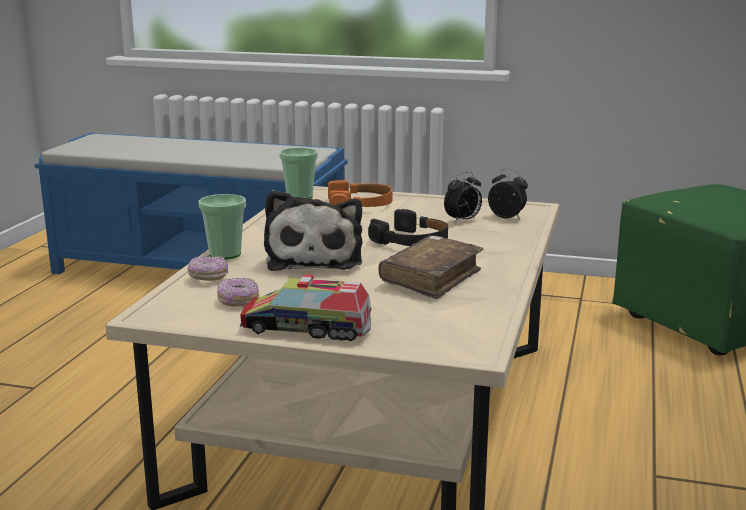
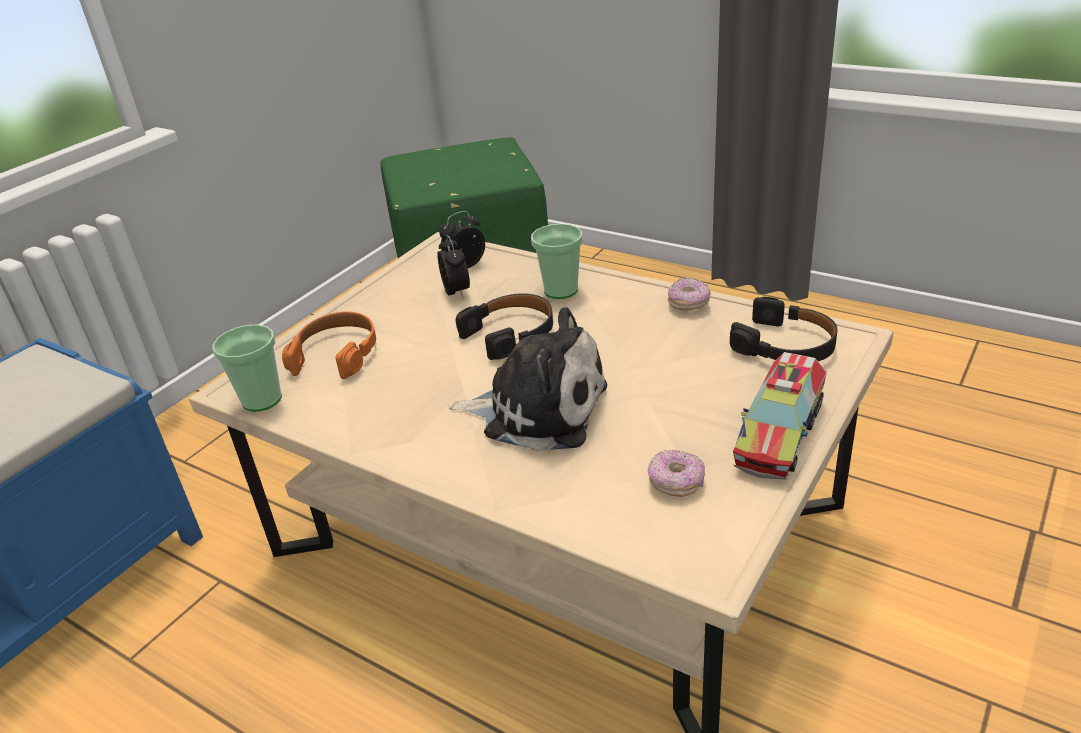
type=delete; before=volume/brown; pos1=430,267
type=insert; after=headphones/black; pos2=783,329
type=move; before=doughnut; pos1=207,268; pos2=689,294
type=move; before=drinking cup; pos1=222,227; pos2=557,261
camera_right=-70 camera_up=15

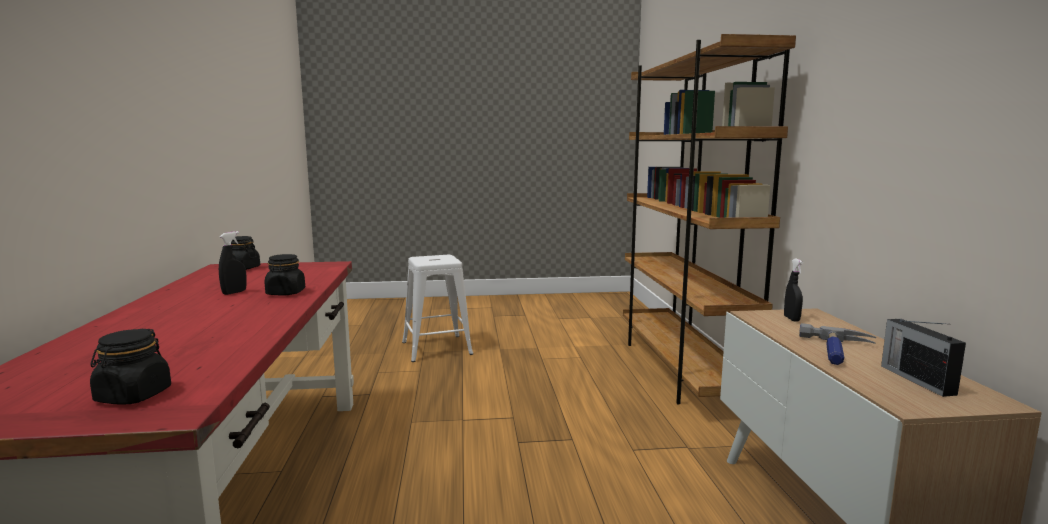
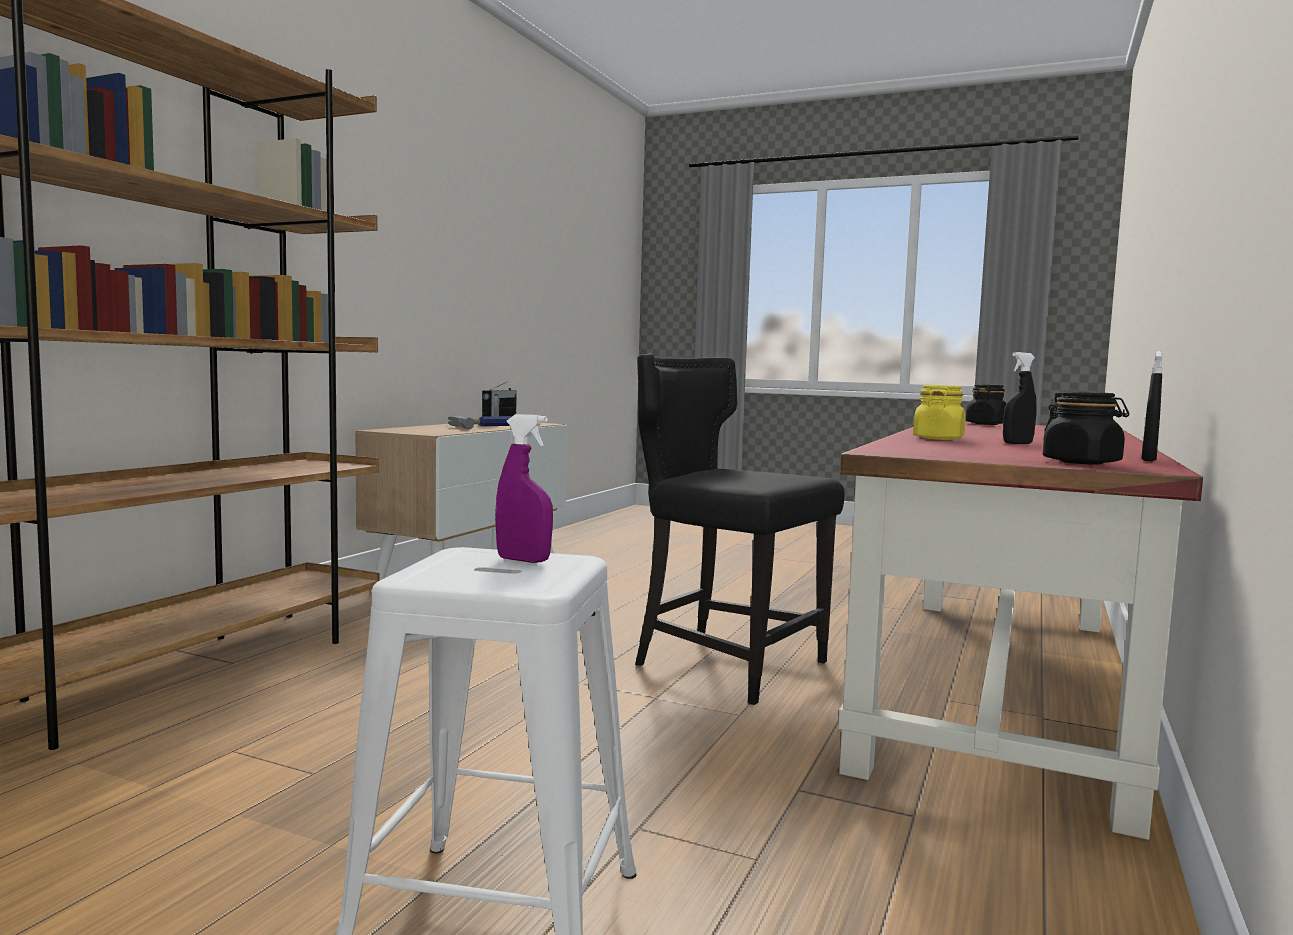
type=insert; after=spray bottle/purple-coloured; pos2=524,488
type=insert; after=upright chair/black; pos2=740,529
type=move; before=spray bottle/black; pos1=793,289; pos2=1152,406
type=recolor; before=jar/black; after=jar/yellow; pos1=285,275; pos2=939,412
camera_right=-150 camera_up=-5

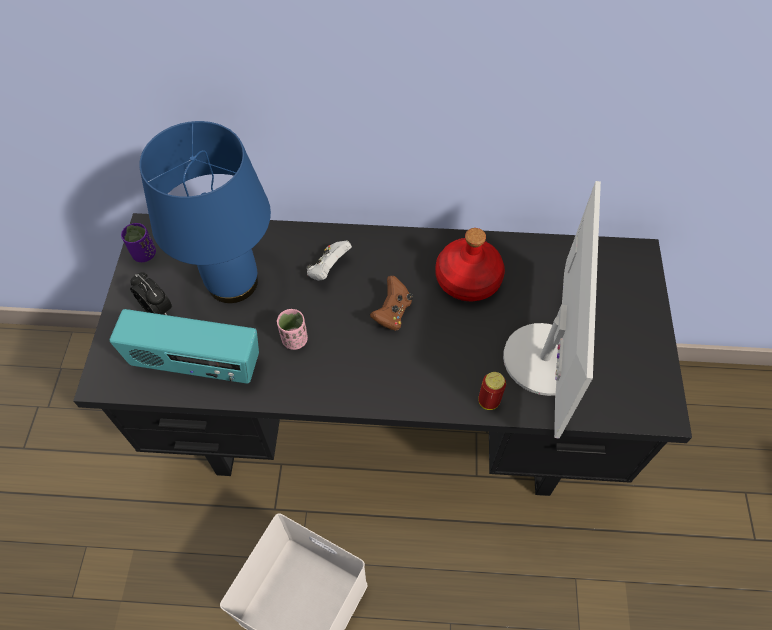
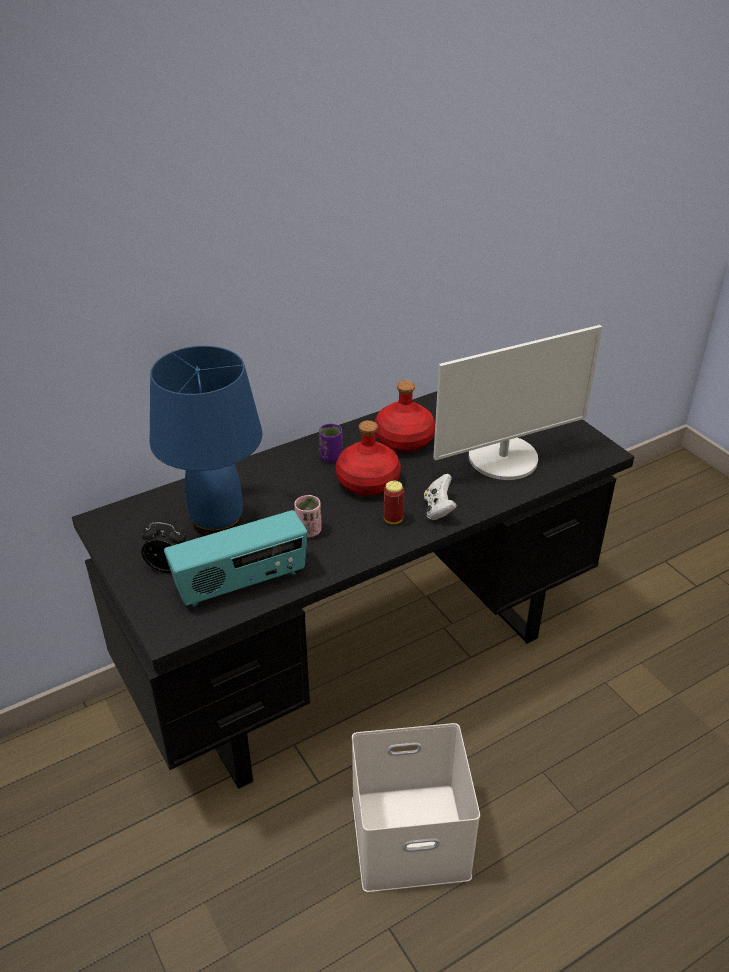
type=move; before=drinking cup/purple-coloured; pos1=138,242; pos2=331,443
type=move; before=joypad/whitish; pos1=329,261; pos2=440,497
type=move; before=can; pos1=492,391; pos2=394,502
type=replace; before=joypad/brown; after=bottle/reddish; pos1=391,303; pos2=368,458
type=rotate; before=monitor; pos1=552,310; pos2=517,402; turn=90
camera_right=-35 camera_up=-20

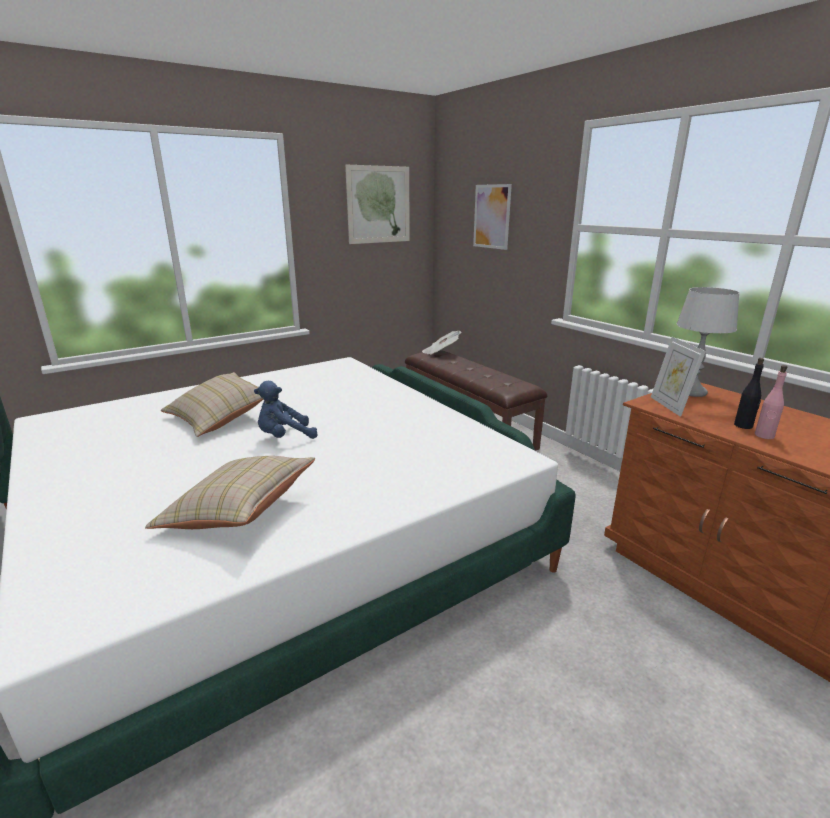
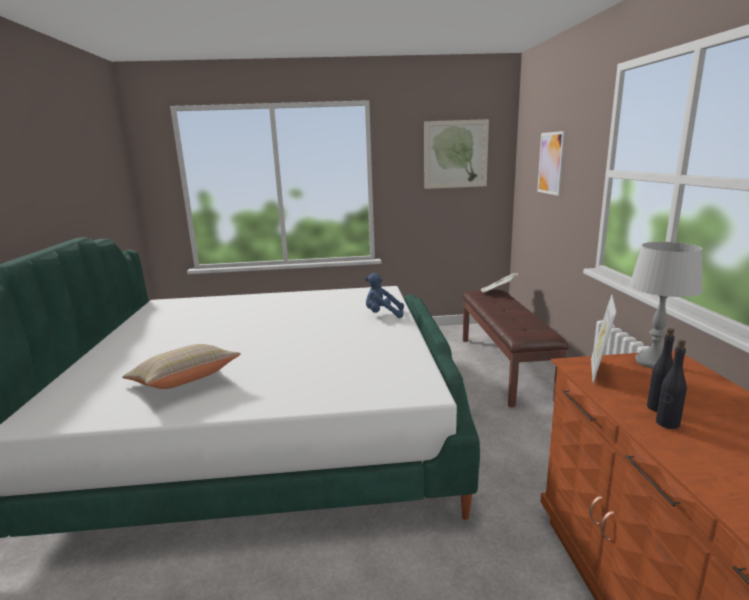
type=delete; before=pillow/beige; pos1=212,404
type=move; before=soft toy/bluish; pos1=286,410; pos2=384,295
type=recolor; before=bottle/pink; after=bottle/black; pos1=771,402; pos2=671,384
camera_right=30 camera_up=-5

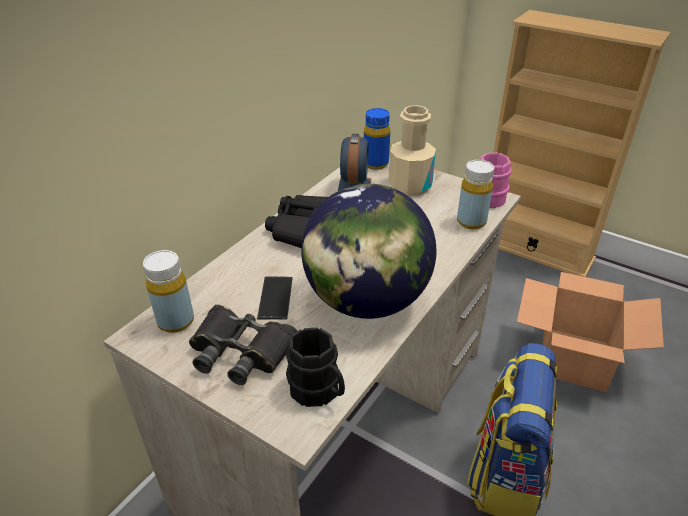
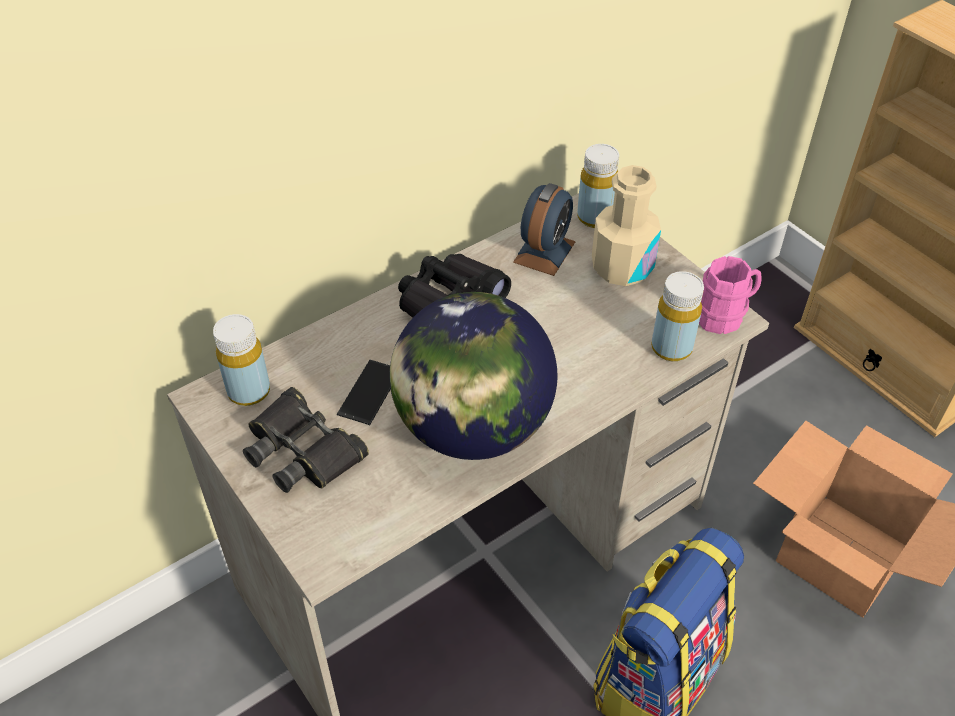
type=delete; before=tea mug/black; pos1=315,367
type=recolor; before=bottle/bluish; after=bottle/yellow; pos1=377,139; pos2=598,186
camera_right=20 camera_up=10

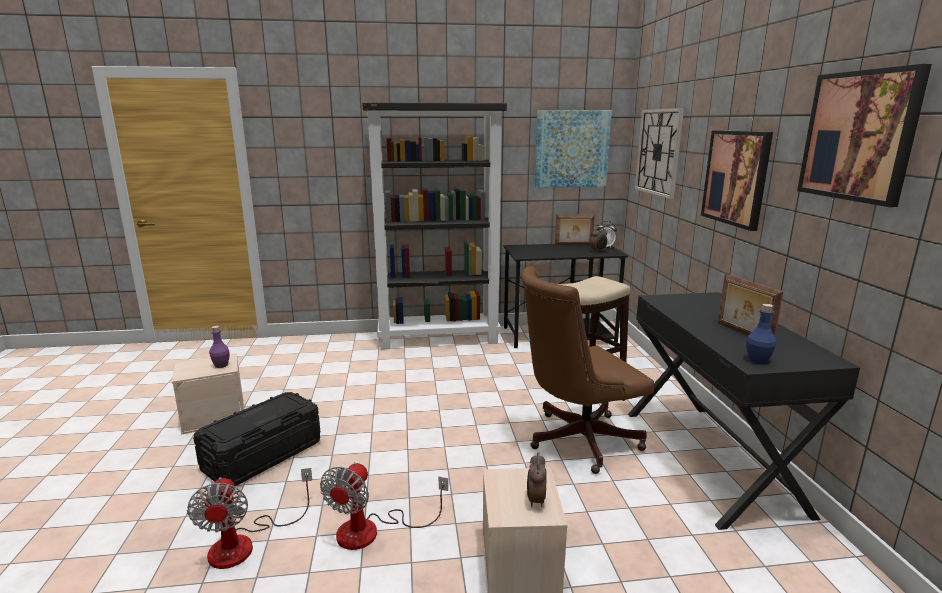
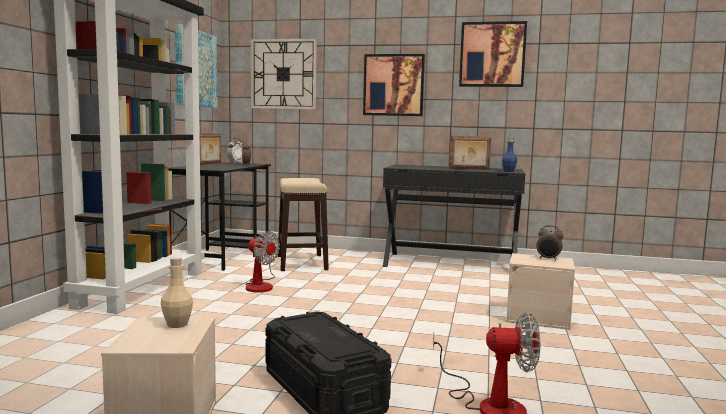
type=delete; before=office chair/brown; pos1=587,370
type=move; before=cooling fan; pos1=384,506; pos2=263,262
type=recolor; before=bottle/purple-coloured; after=bottle/beige; pos1=219,347; pos2=177,292
camera_right=-70 camera_up=-10

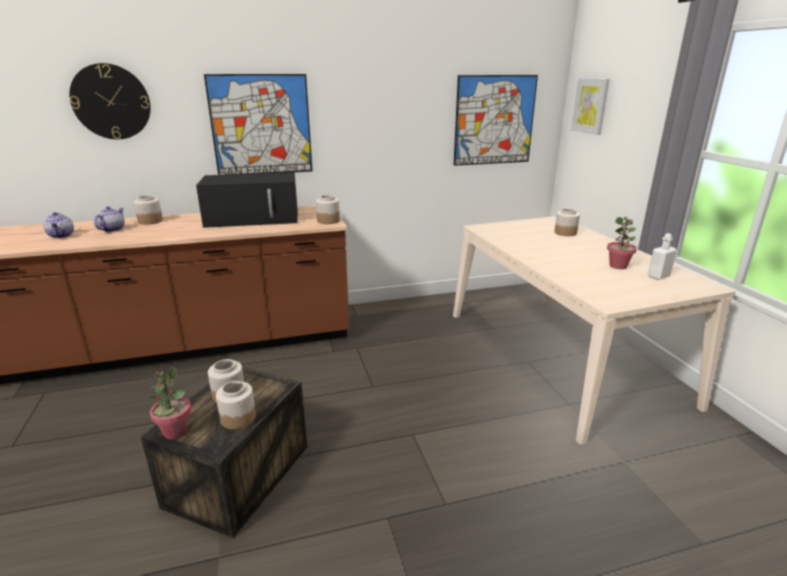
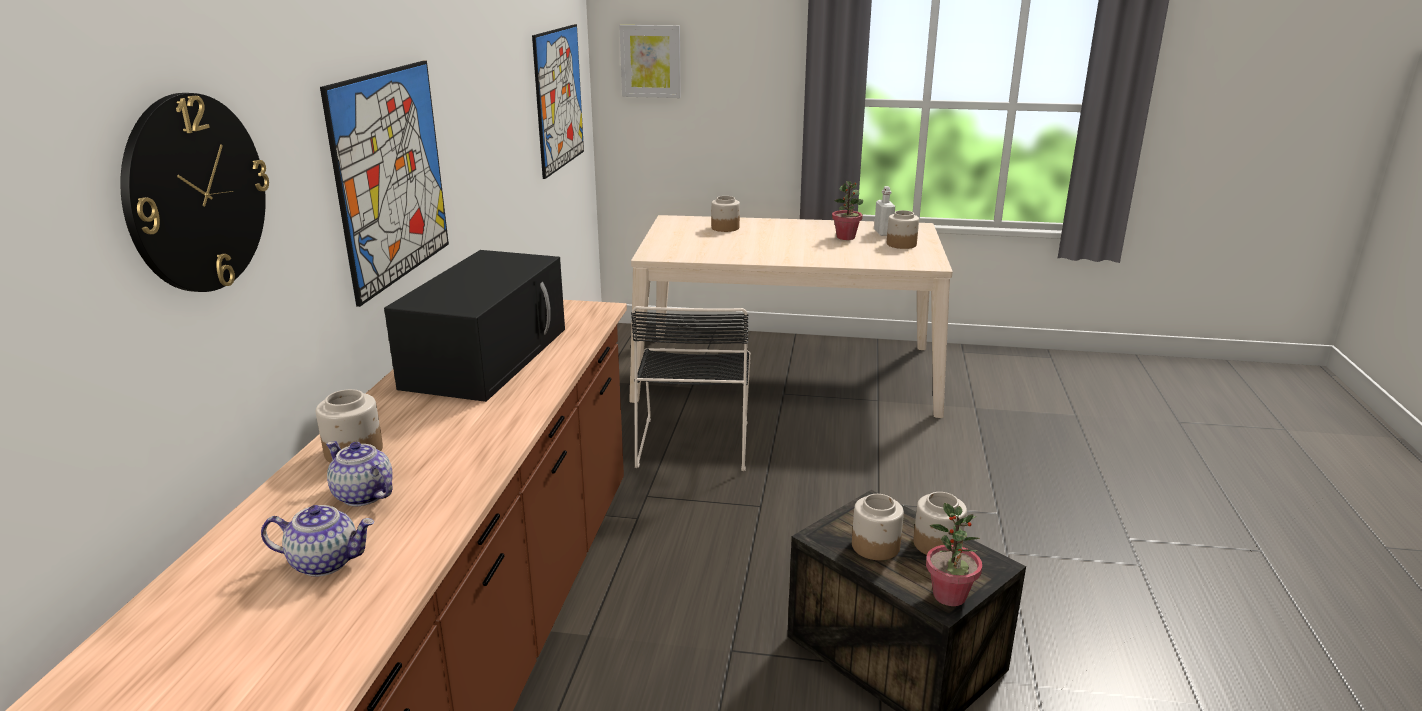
type=insert; after=upright chair/black; pos2=691,388
type=move; before=jar; pos1=328,209; pos2=903,229
camera_right=-65 camera_up=0

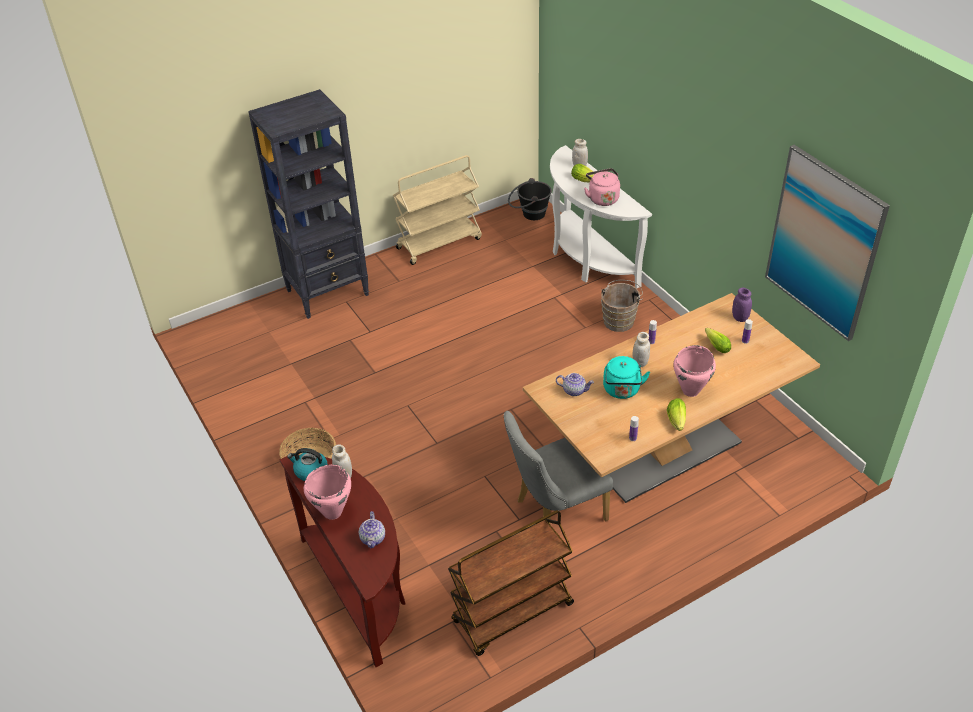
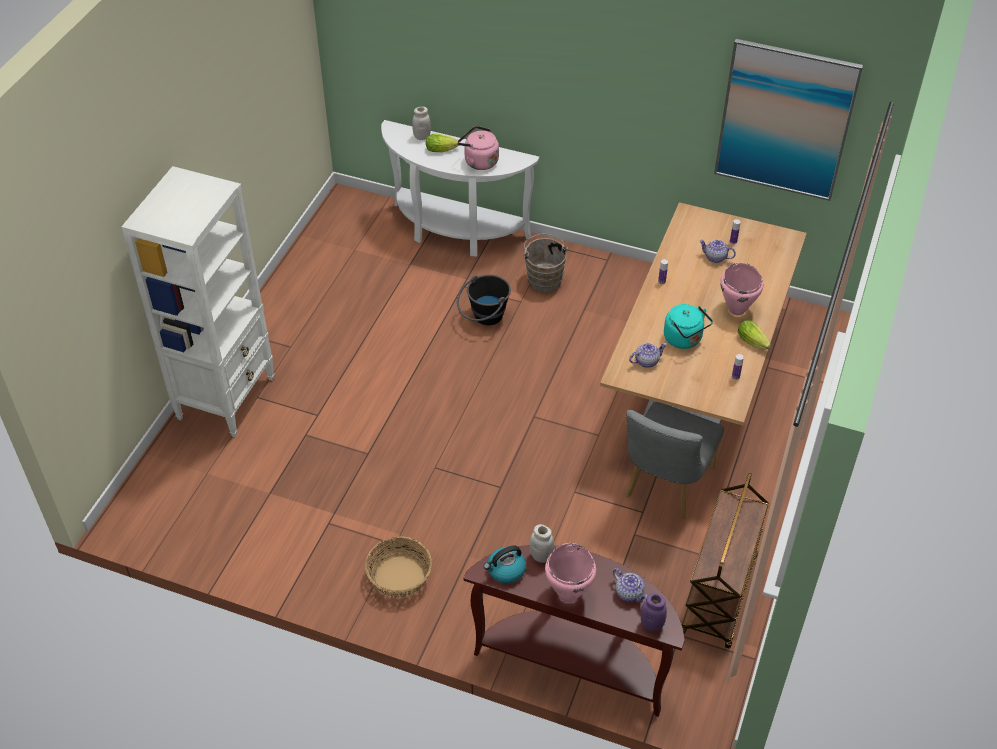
type=delete; before=cart/beige; pos1=437,210
type=delete; before=jar/whitish; pos1=641,349
type=move; before=pail/black; pos1=530,199; pos2=484,300
type=move; before=jar/purple-coloured; pos1=742,305; pos2=654,612
type=replace; before=lettuce; after=tea pot; pos1=718,340; pos2=717,251
type=recolor; before=bookshelf/black; after=bookshelf/whitish; pos1=308,204; pos2=197,301
camera_right=-40 camera_up=5

